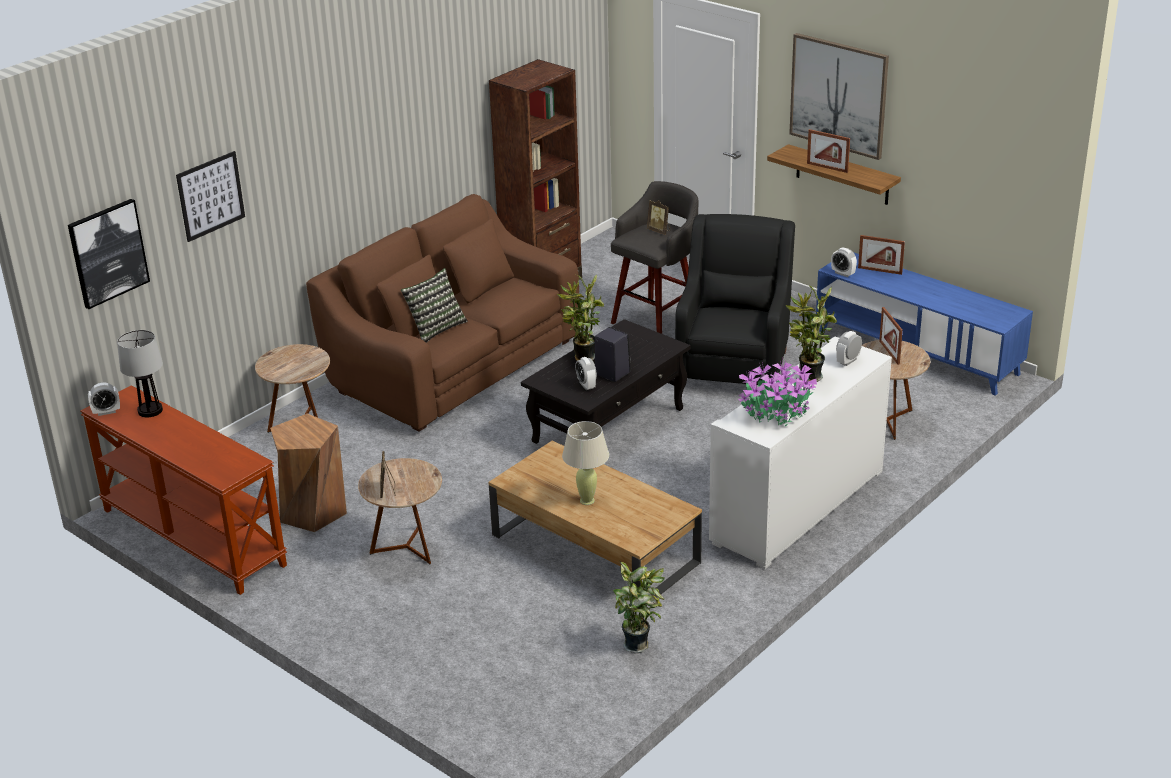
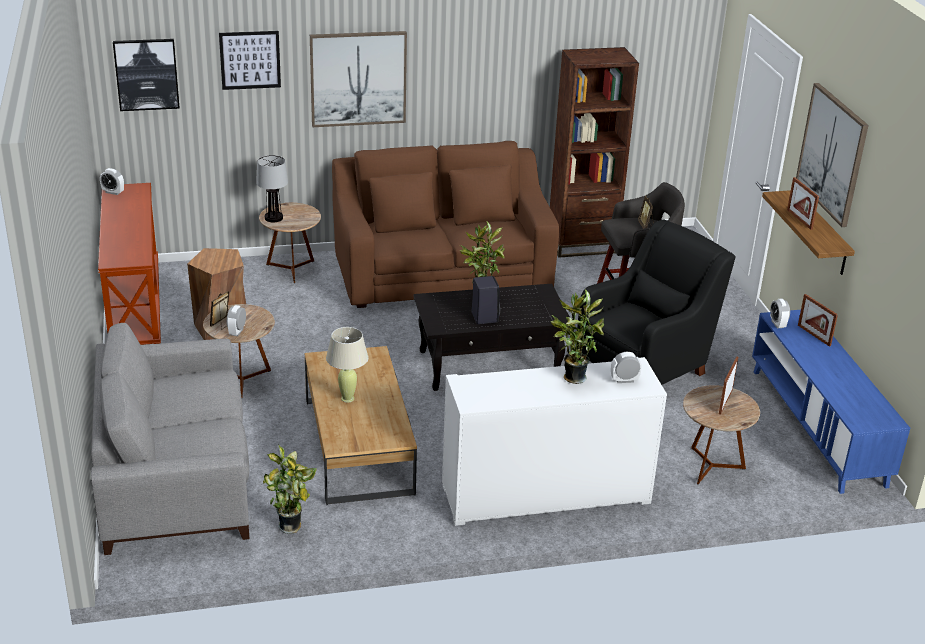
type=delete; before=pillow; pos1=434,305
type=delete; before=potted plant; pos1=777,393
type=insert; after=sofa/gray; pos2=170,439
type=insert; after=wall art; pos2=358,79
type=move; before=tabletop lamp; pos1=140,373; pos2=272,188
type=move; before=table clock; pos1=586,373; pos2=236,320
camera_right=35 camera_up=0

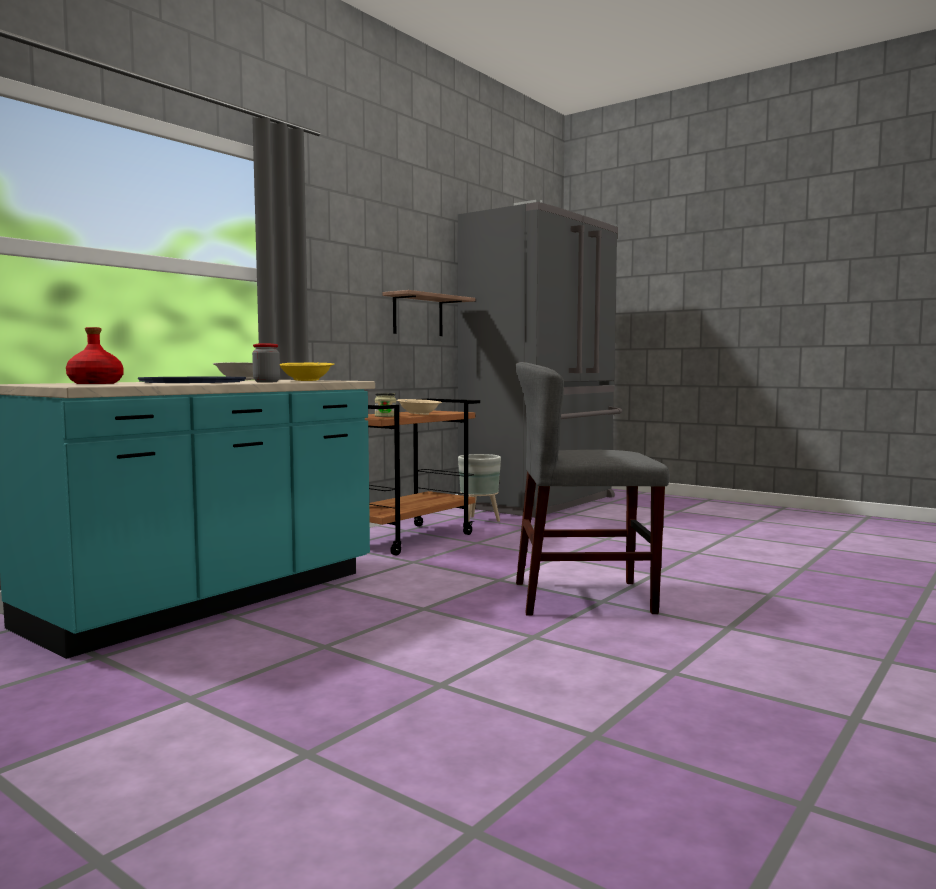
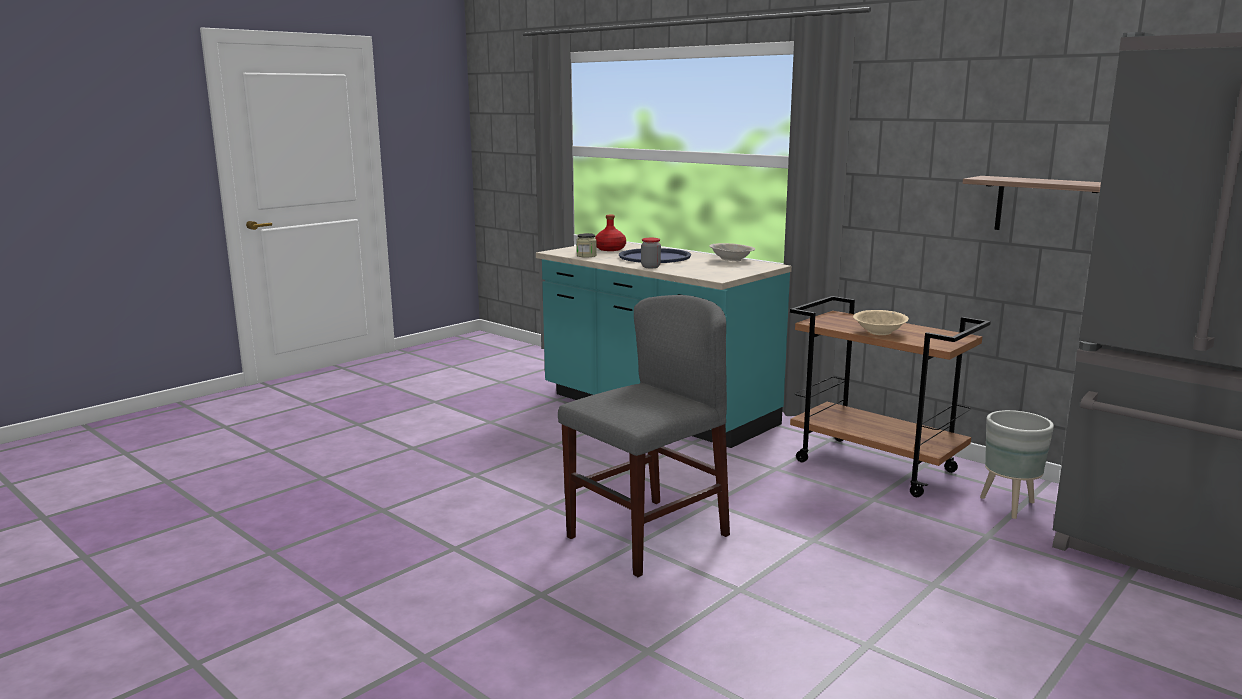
type=delete; before=serving bowl/yellow; pos1=307,372
type=move; before=jar; pos1=385,405; pos2=586,245
type=rotate; before=upright chair/gray; pos1=592,489; pos2=644,436; turn=45
camera_right=95 camera_up=10

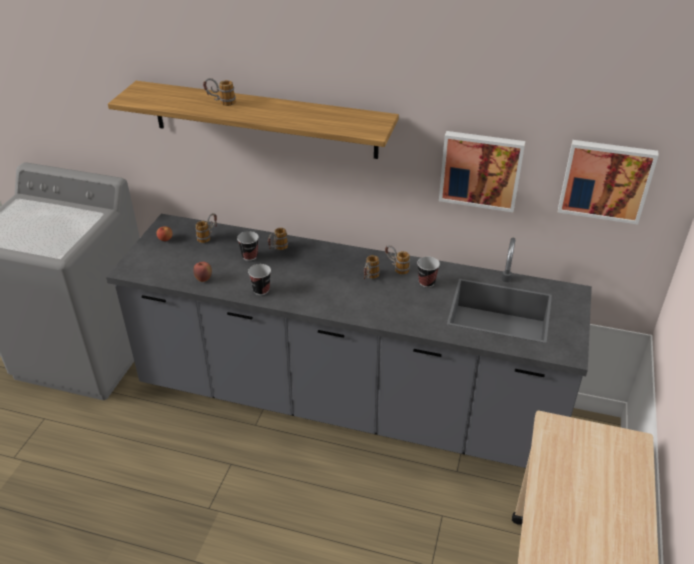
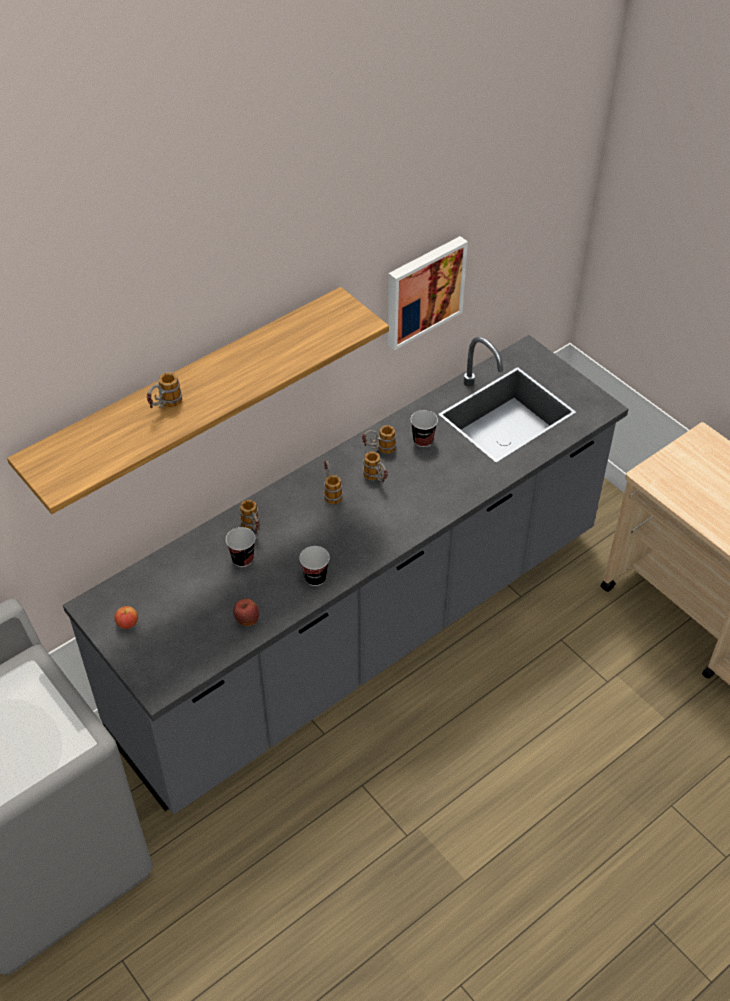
type=delete; before=wall art; pos1=608,182
type=move; before=tea mug; pos1=206,228; pos2=333,482
camera_right=-55 camera_up=10

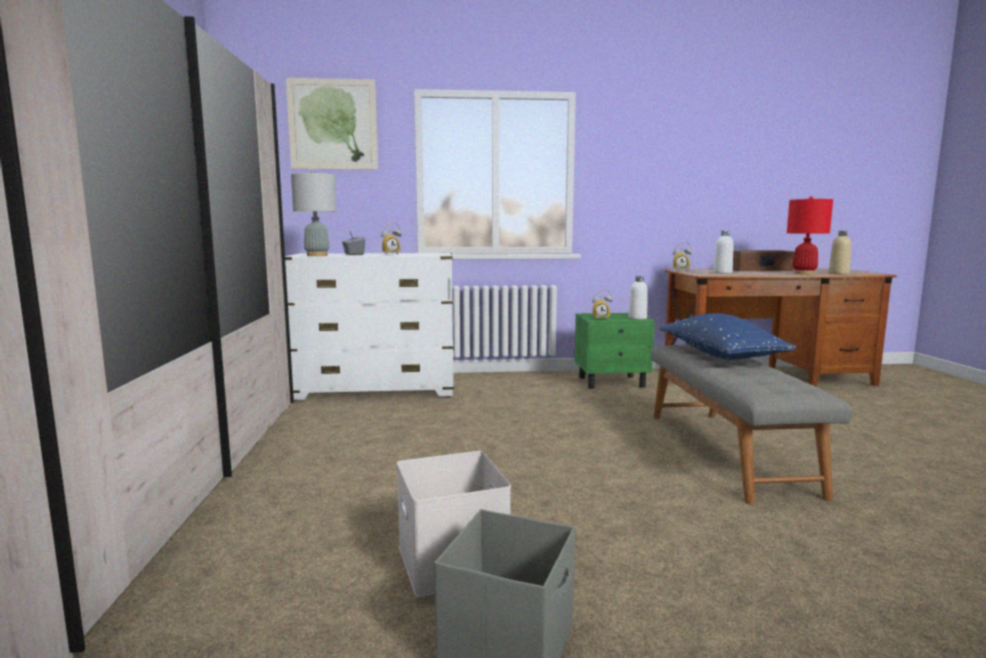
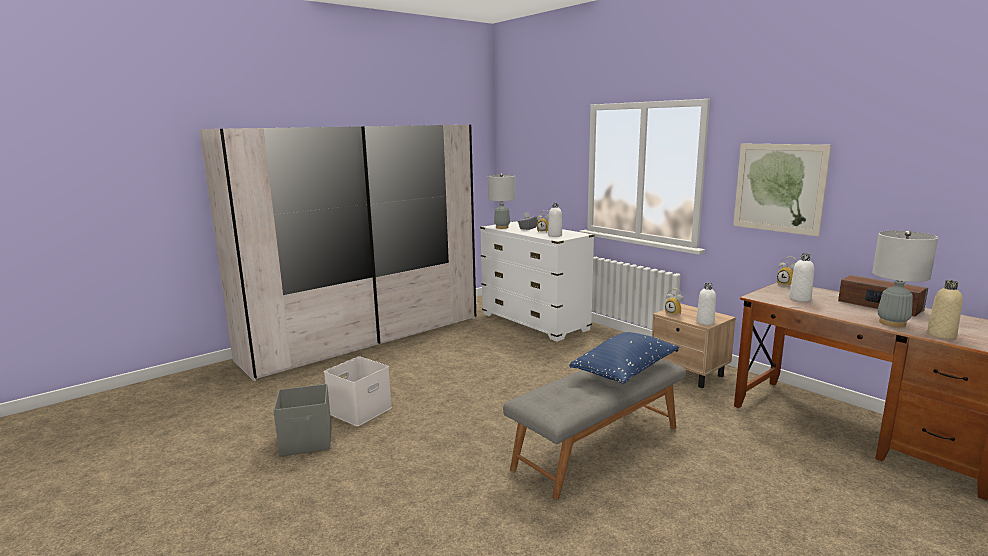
type=insert; after=bottle/whitish; pos2=555,220
type=move; before=wall art; pos1=332,124; pos2=782,190
type=recolor; before=bedside table/greenish; after=bedside table/beige; pos1=614,351; pos2=694,346
type=recolor; before=tabletop lamp/reddish; after=tabletop lamp/gray; pos1=810,235; pos2=905,279
camera_right=55 camera_up=5

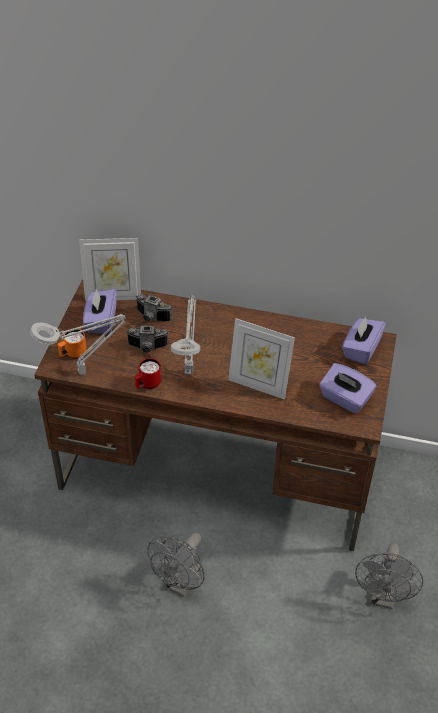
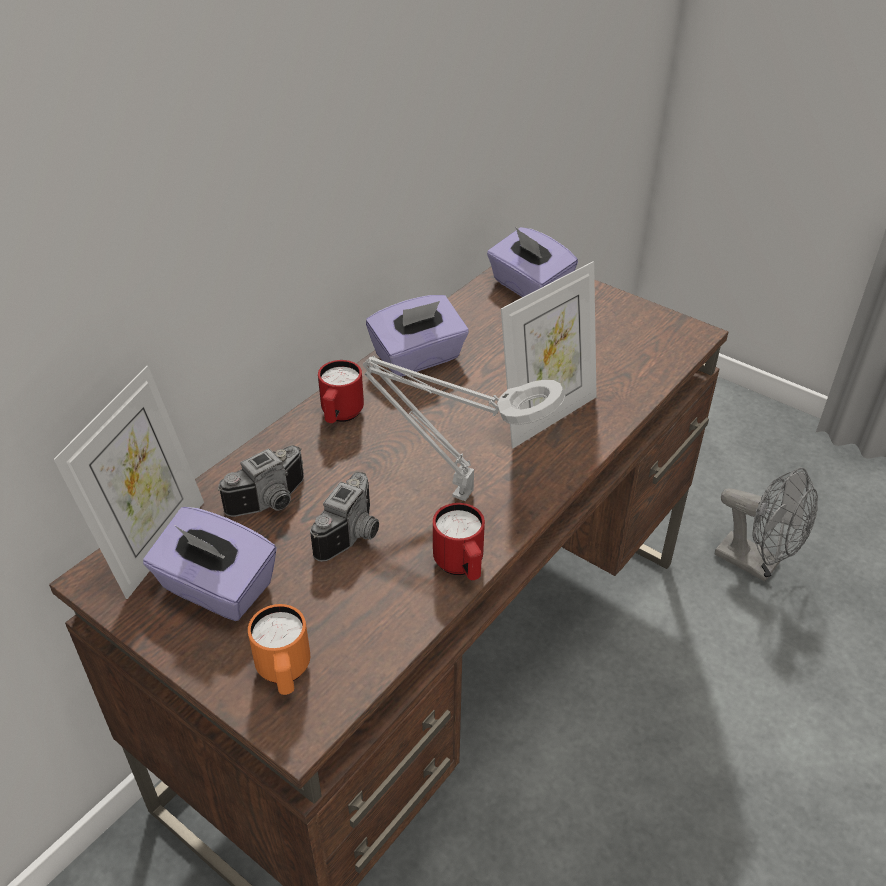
type=delete; before=tabletop lamp/gray; pos1=78,344
type=delete; before=cooling fan/gray; pos1=176,565
type=insert; after=tea mug/reddish; pos2=341,391
type=move; before=box of tissues/purple-coloured; pos1=347,388; pos2=417,336
camera_right=-65 camera_up=-5

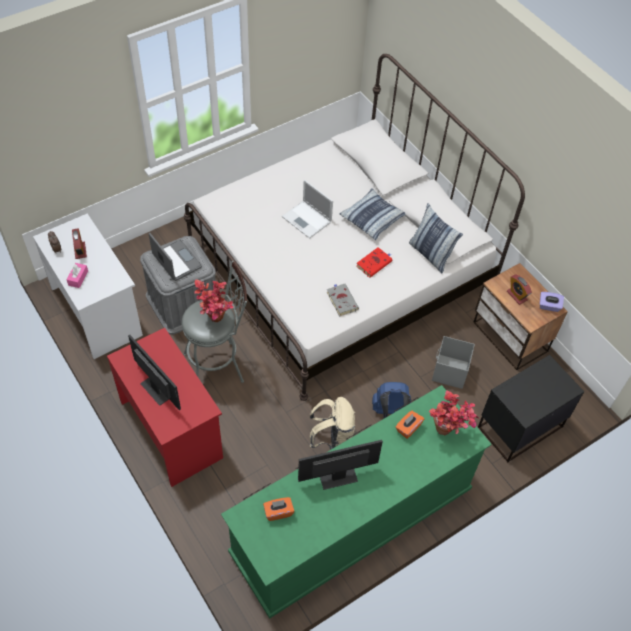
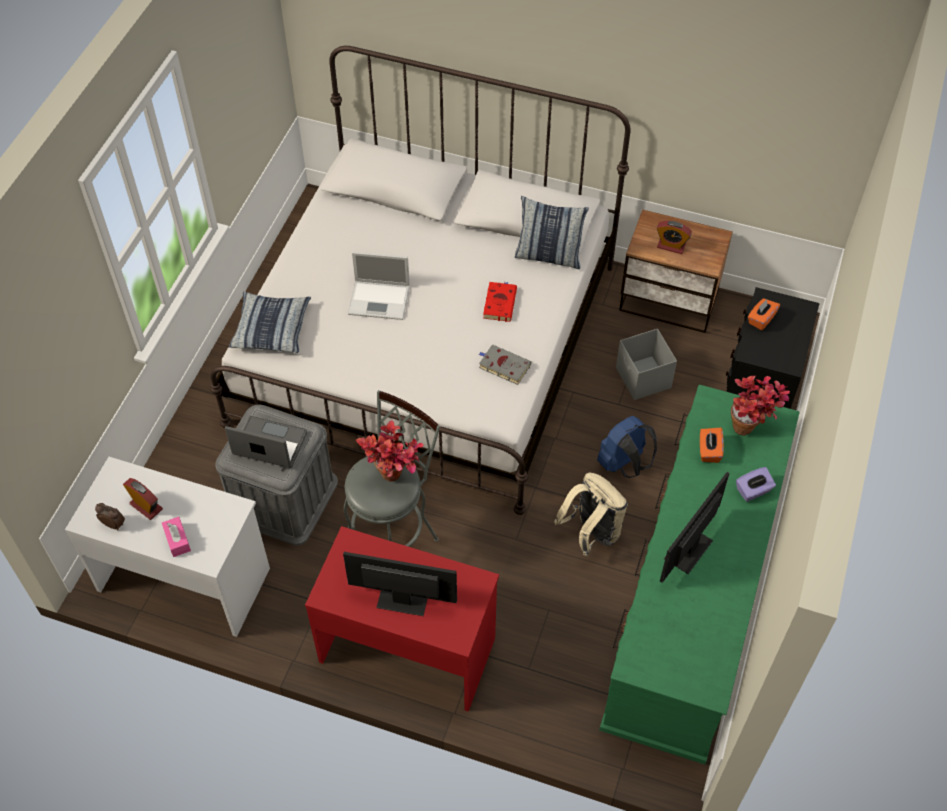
type=move; before=box of tissues/orange; pos1=278,509; pos2=764,314
type=move; before=pillow; pos1=372,214; pos2=270,322
type=move; before=box of tissues/purple-coloured; pos1=552,302; pos2=756,484
camera_right=-35 camera_up=0

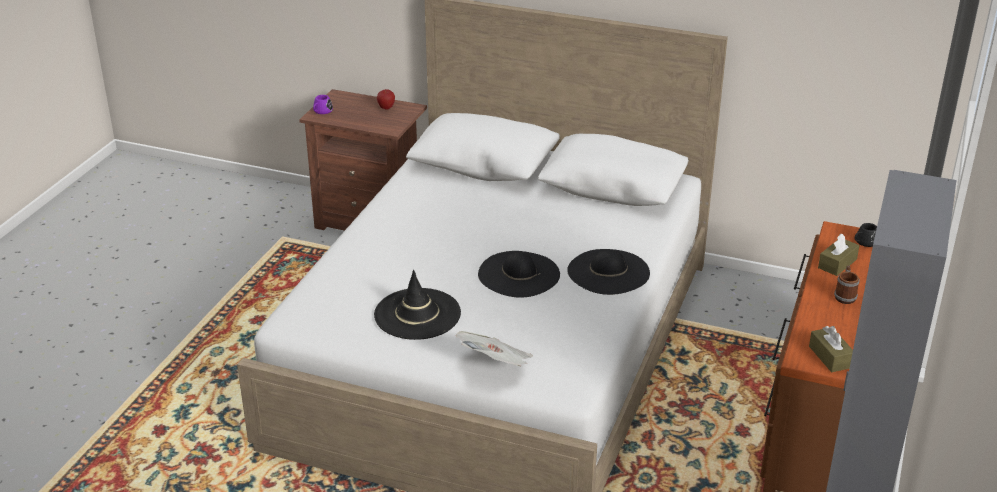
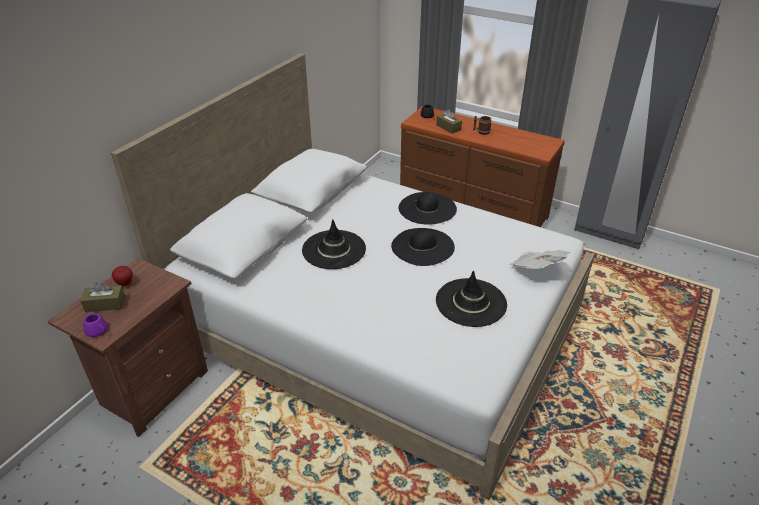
type=insert; after=hat/black; pos2=334,244
type=move; before=box of tissues/brown; pos1=831,349; pos2=103,297
camera_right=-80 camera_up=5

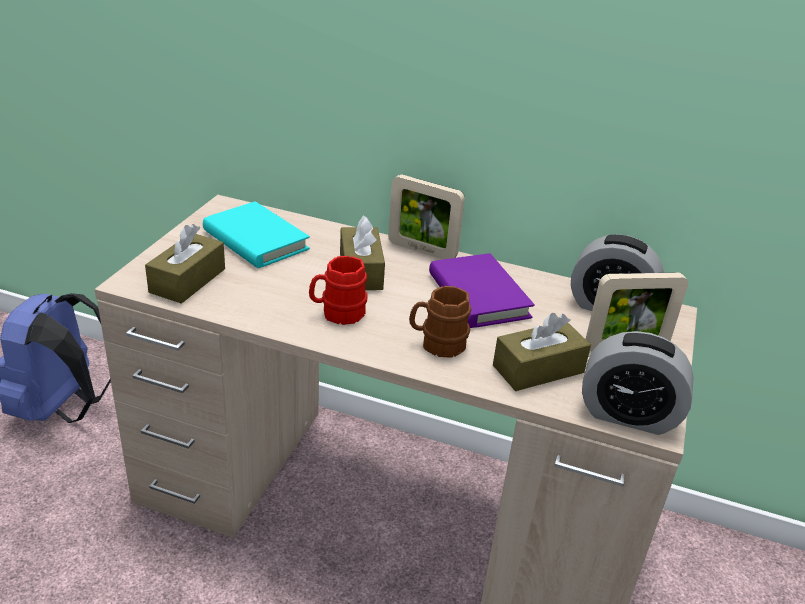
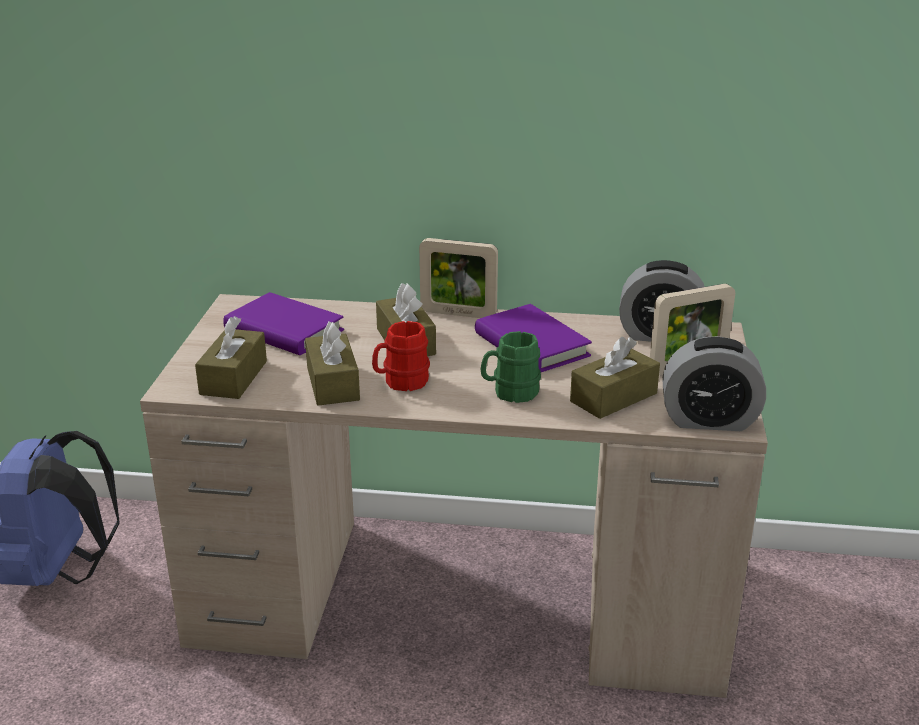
type=insert; after=box of tissues/brown; pos2=332,364
type=recolor; before=volume/blue-green; after=volume/purple-coloured; pos1=256,234; pos2=283,323
type=recolor; before=tea mug/brown; after=tea mug/greenish; pos1=440,322; pos2=511,367
camera_right=-10 camera_up=-5

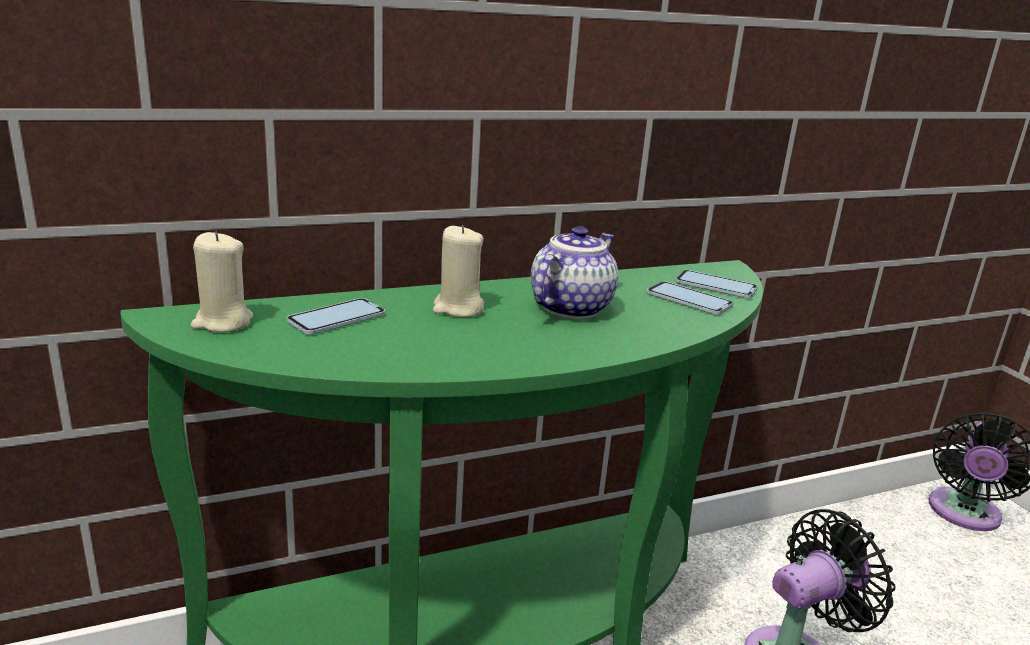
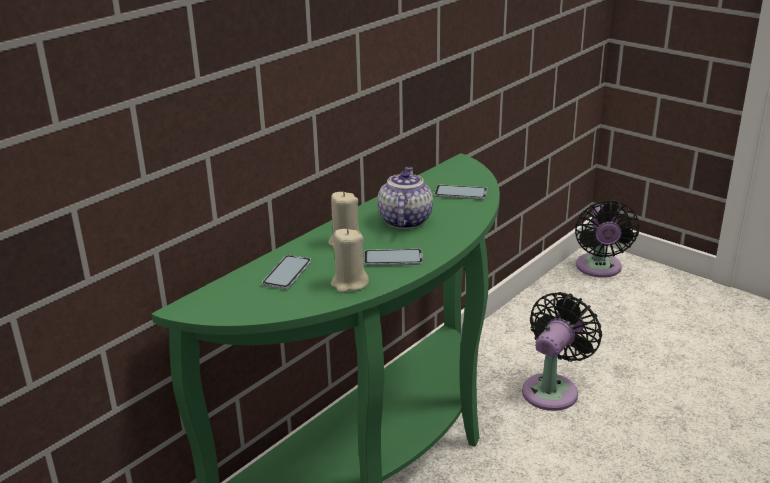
type=move; before=wax light/beige; pos1=222,282; pos2=350,261
type=move; before=phone; pos1=716,284; pos2=393,257
camera_right=-25 camera_up=5

